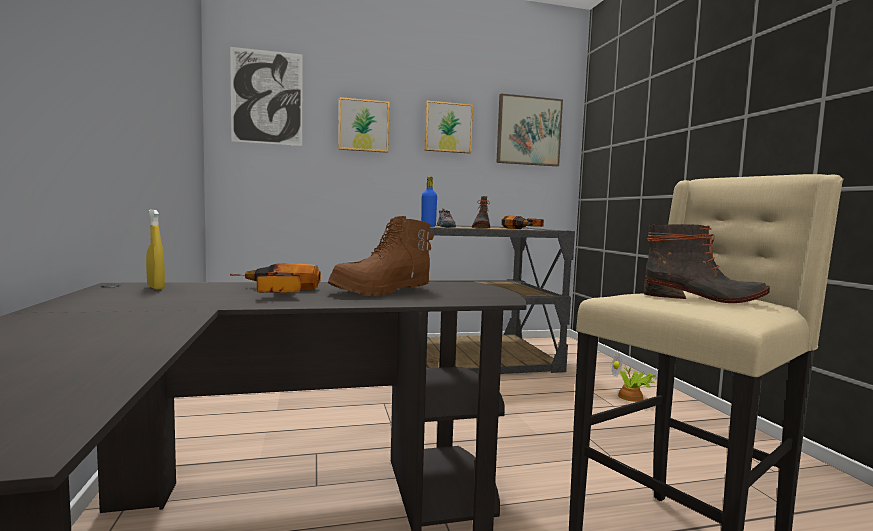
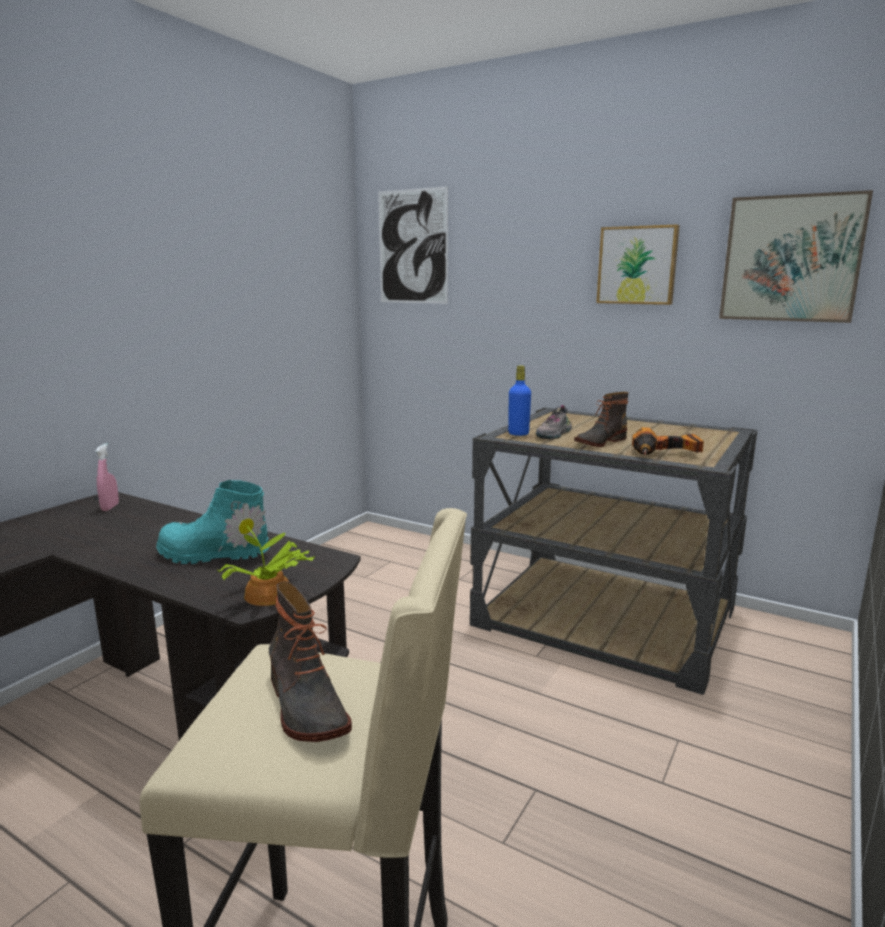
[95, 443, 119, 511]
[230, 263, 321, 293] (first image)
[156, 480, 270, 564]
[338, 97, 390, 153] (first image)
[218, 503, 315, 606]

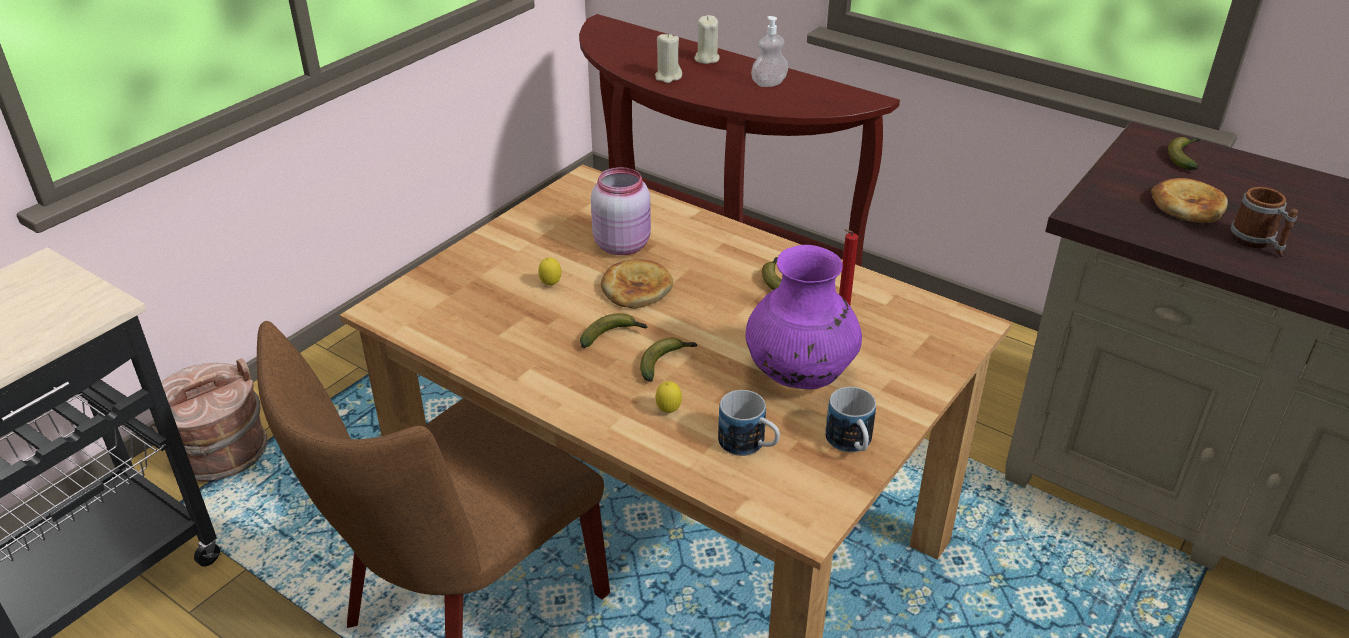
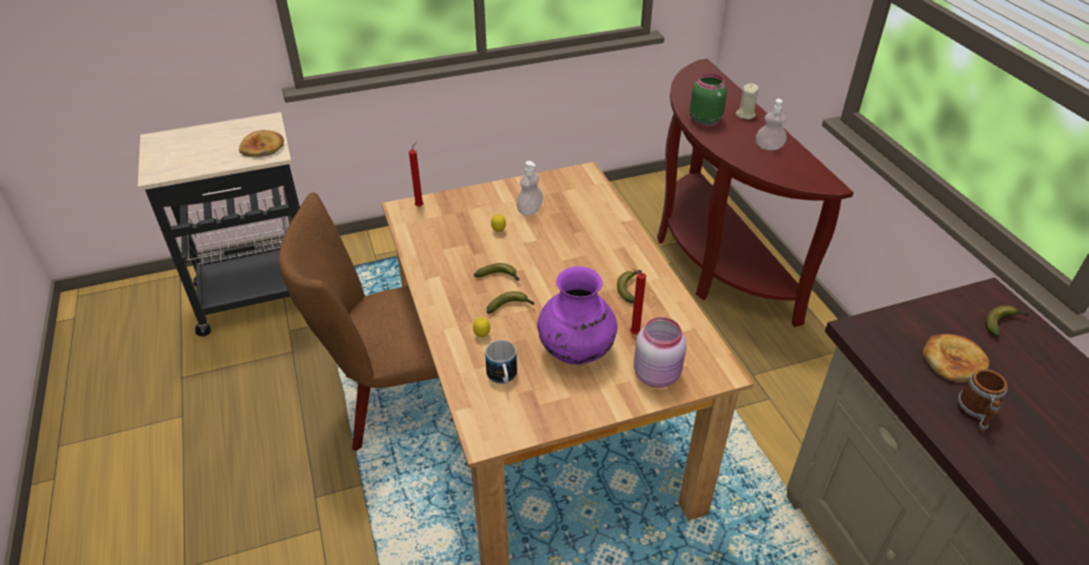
[152, 358, 268, 482] (first image)
[634, 317, 686, 388]
[239, 130, 284, 157]
[690, 73, 727, 126]
[825, 387, 876, 452] (first image)
[409, 141, 424, 207]
[516, 161, 543, 216]

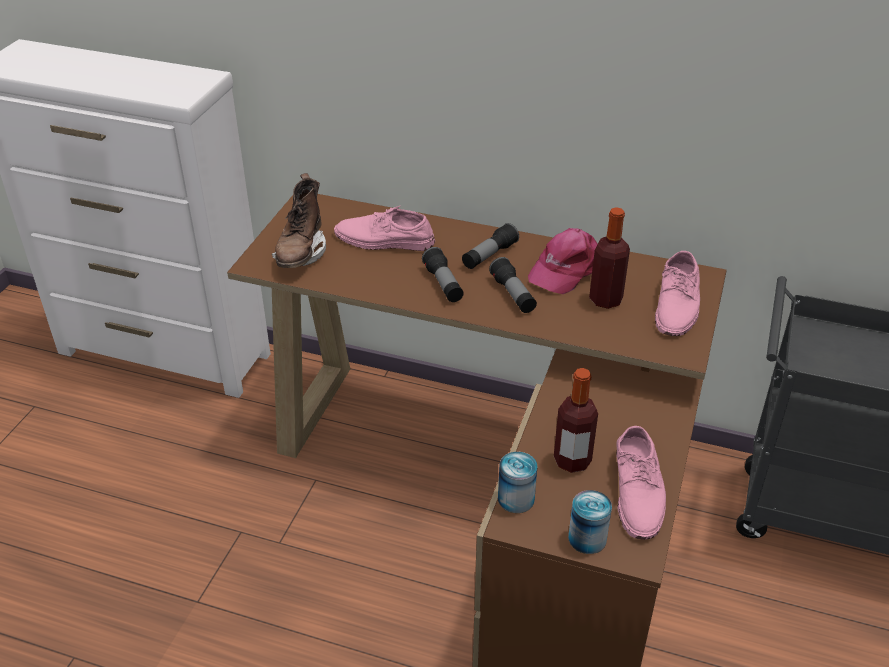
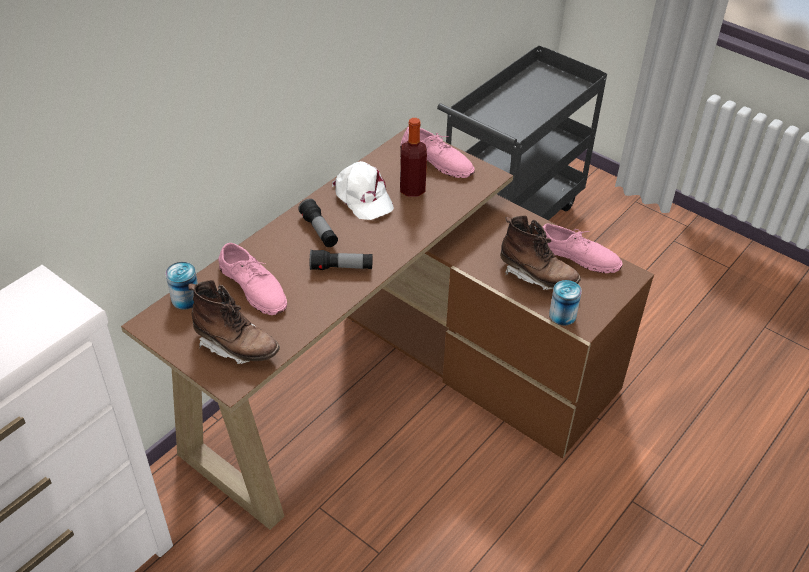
[218, 243, 287, 315]
[489, 257, 537, 313] (first image)
[332, 161, 394, 220]
[500, 215, 581, 290]
[166, 262, 198, 310]

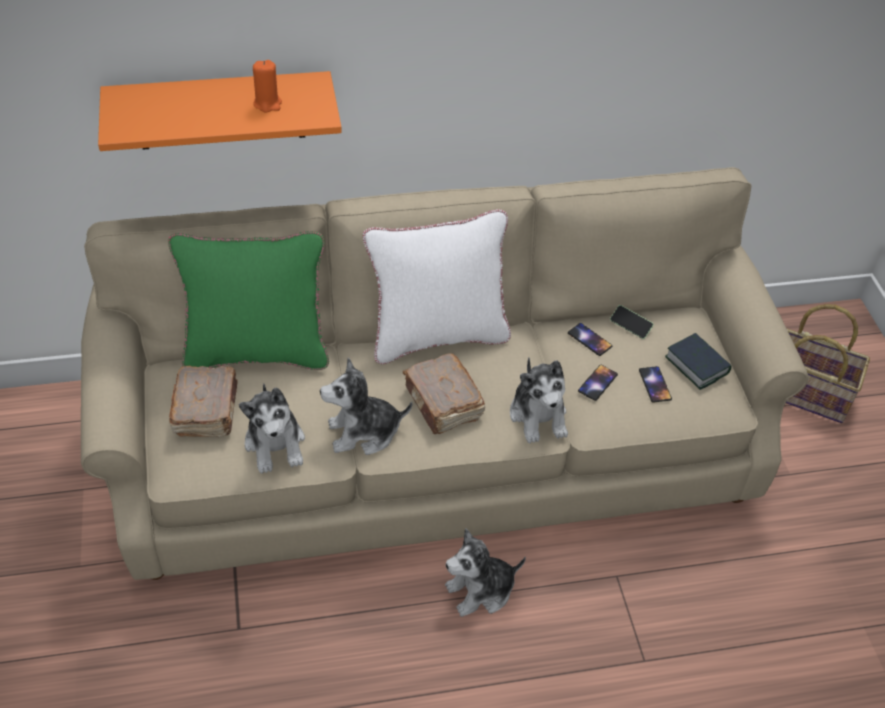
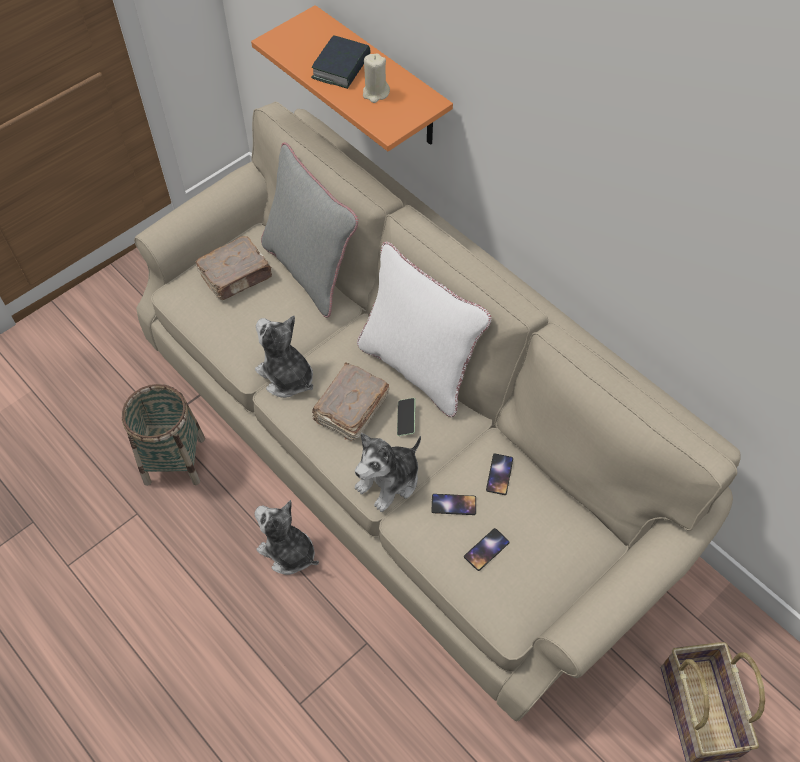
[261, 142, 358, 318]
[239, 383, 305, 473] (first image)
[363, 53, 390, 103]
[397, 398, 416, 436]
[311, 35, 371, 89]
[122, 384, 205, 486]

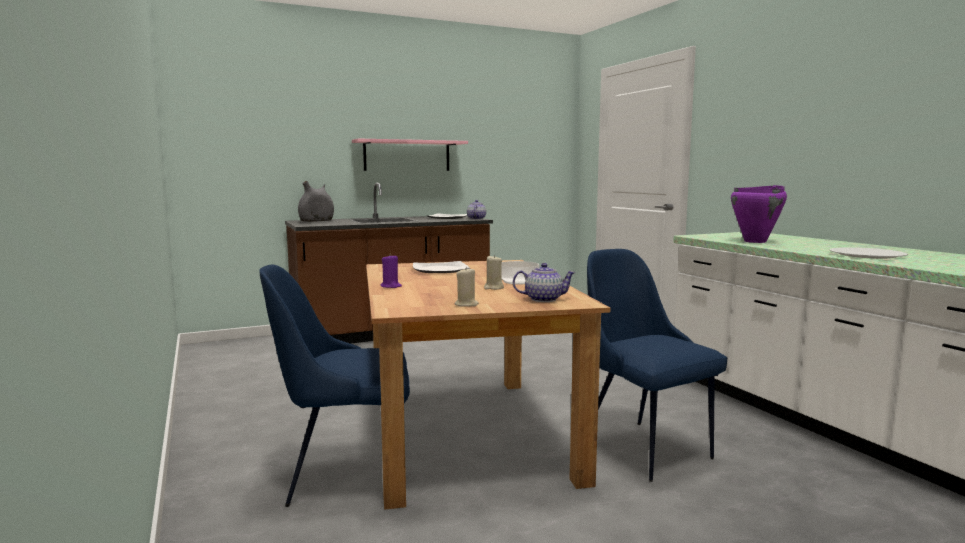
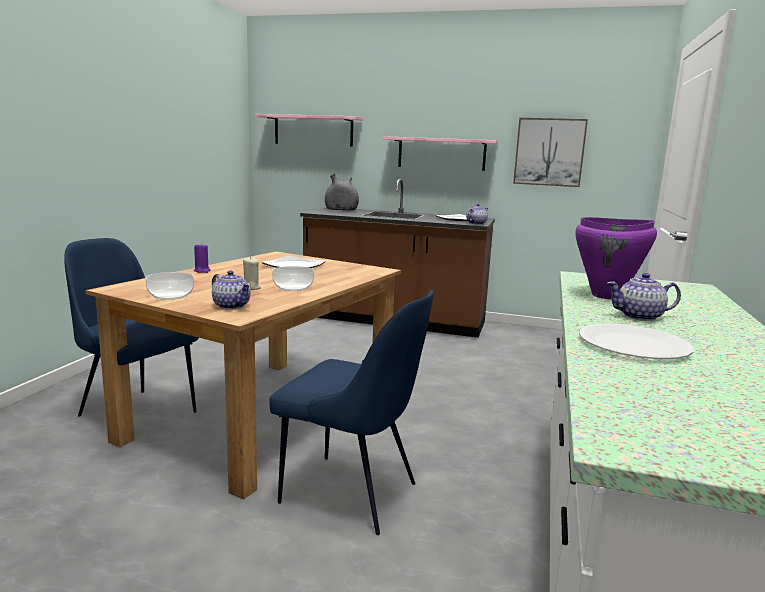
[145, 272, 194, 300]
[269, 290, 434, 535]
[255, 114, 363, 147]
[513, 118, 588, 187]
[607, 273, 681, 321]

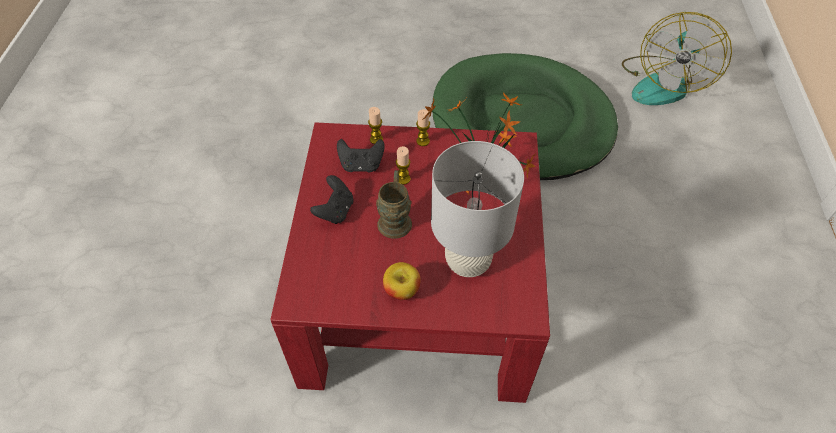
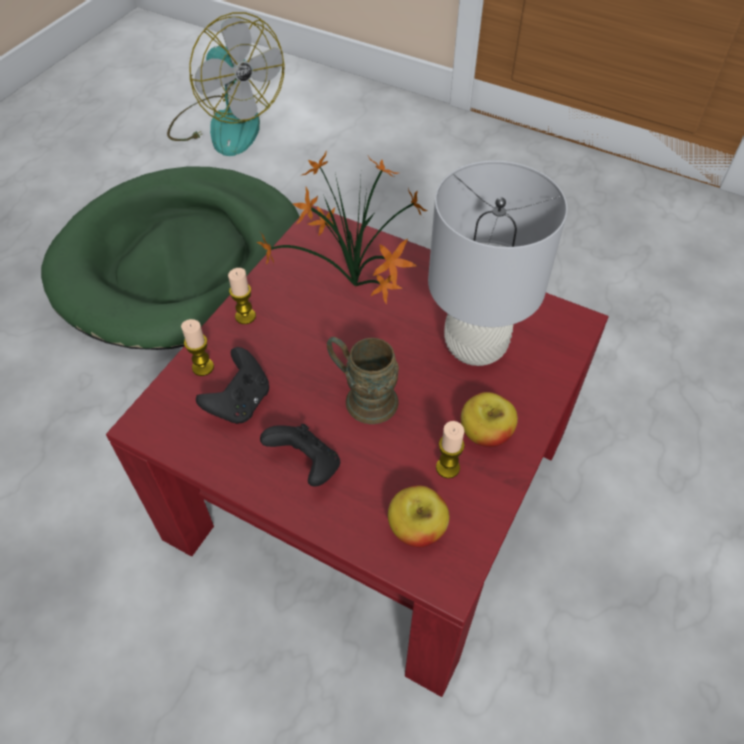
[436, 421, 465, 479]
[388, 485, 449, 547]

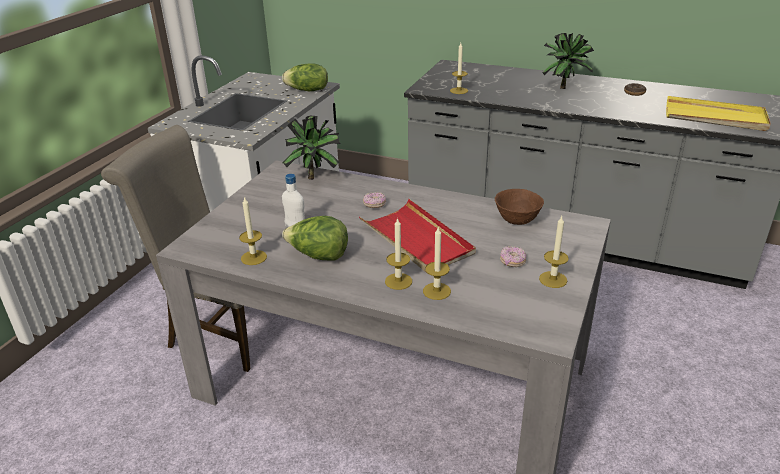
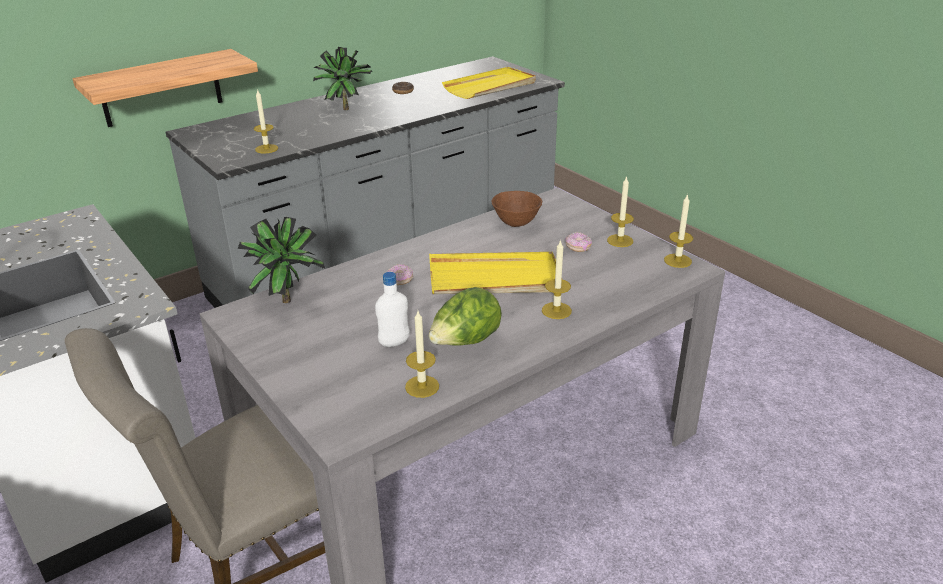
[282, 63, 328, 91] (first image)
[429, 252, 556, 294]
[664, 194, 693, 268]
[72, 49, 258, 127]

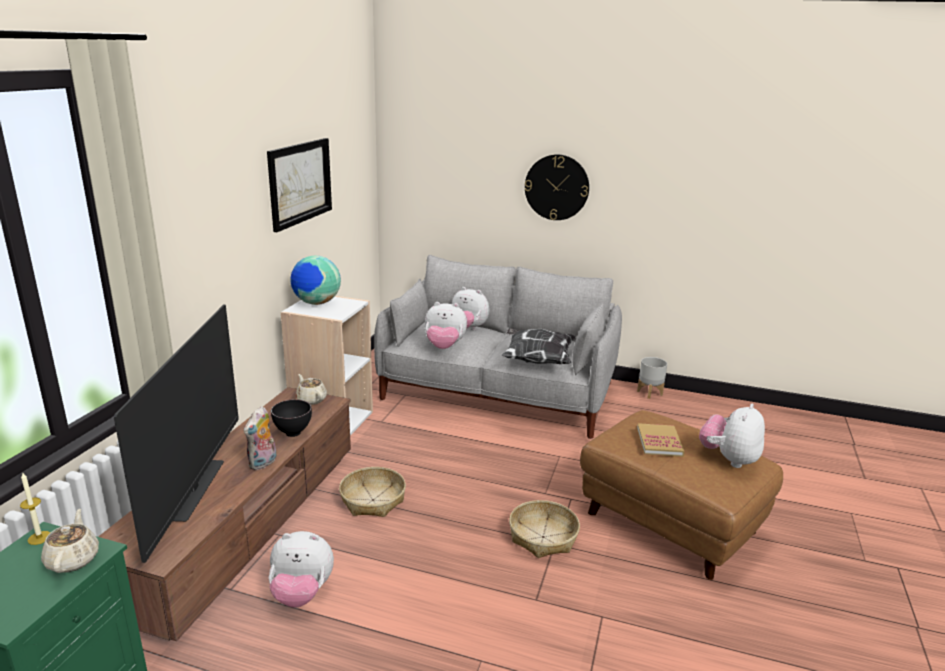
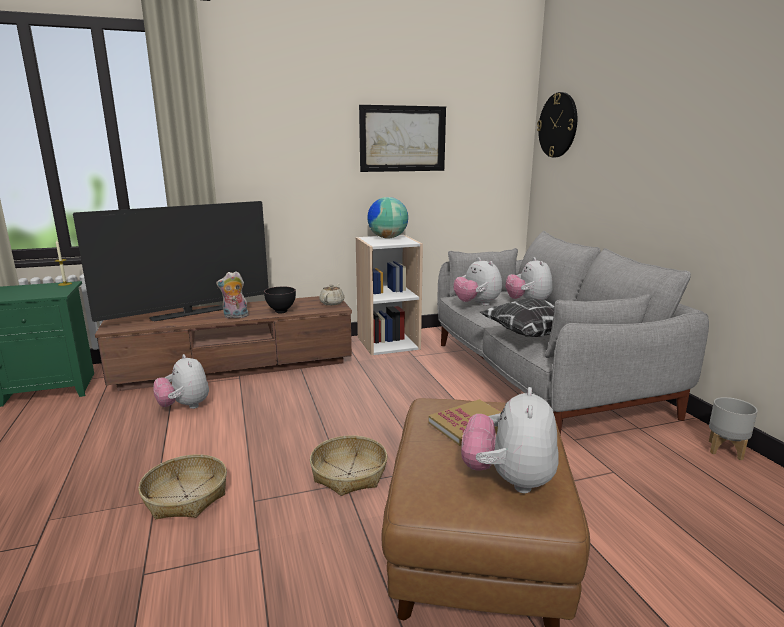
[41, 509, 99, 573] (first image)
[138, 454, 227, 519]
[537, 92, 577, 157]
[461, 387, 558, 493]

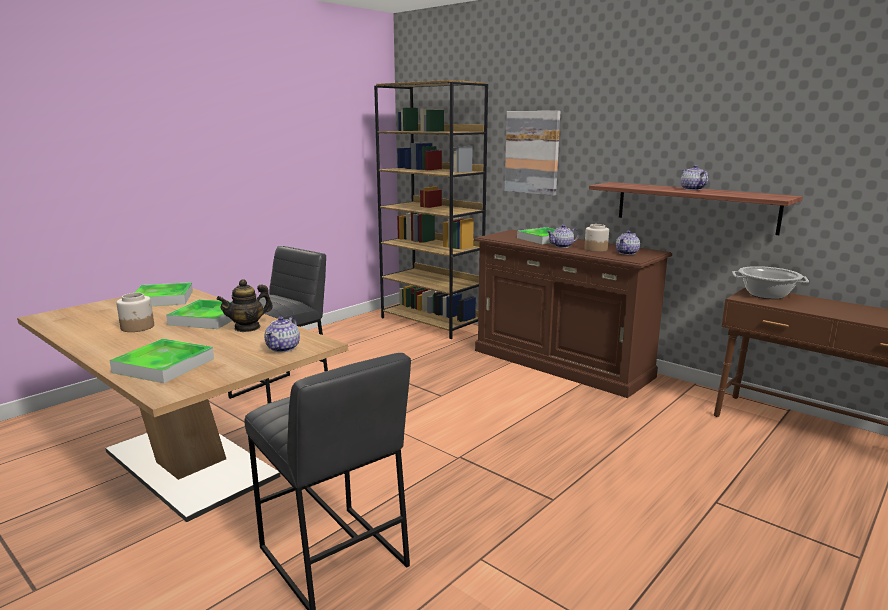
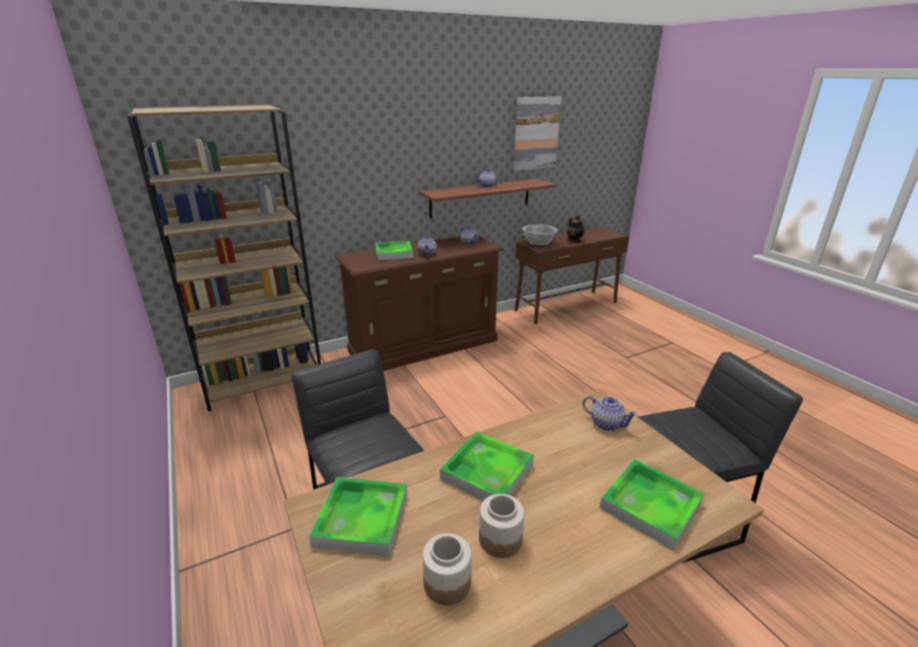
[567, 215, 585, 242]
[513, 97, 562, 171]
[422, 533, 472, 605]

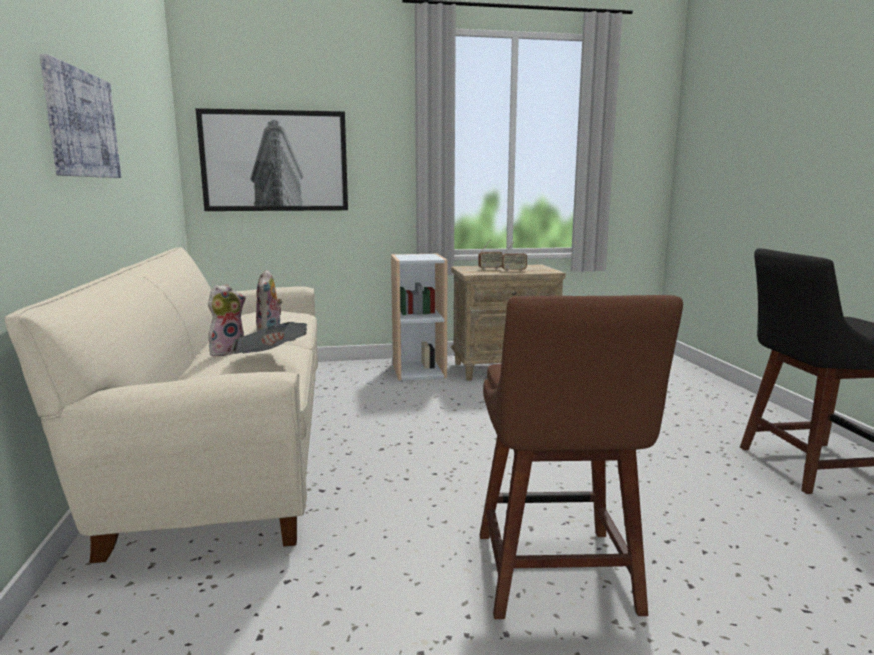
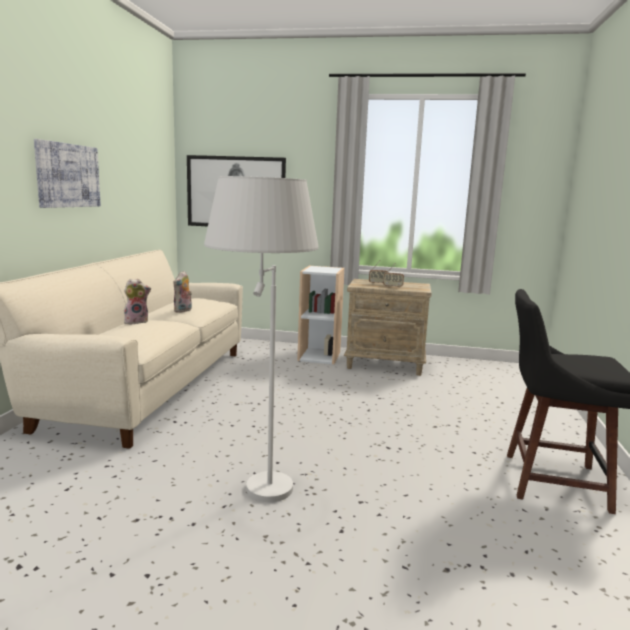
[232, 322, 307, 354] (first image)
[204, 176, 318, 502]

